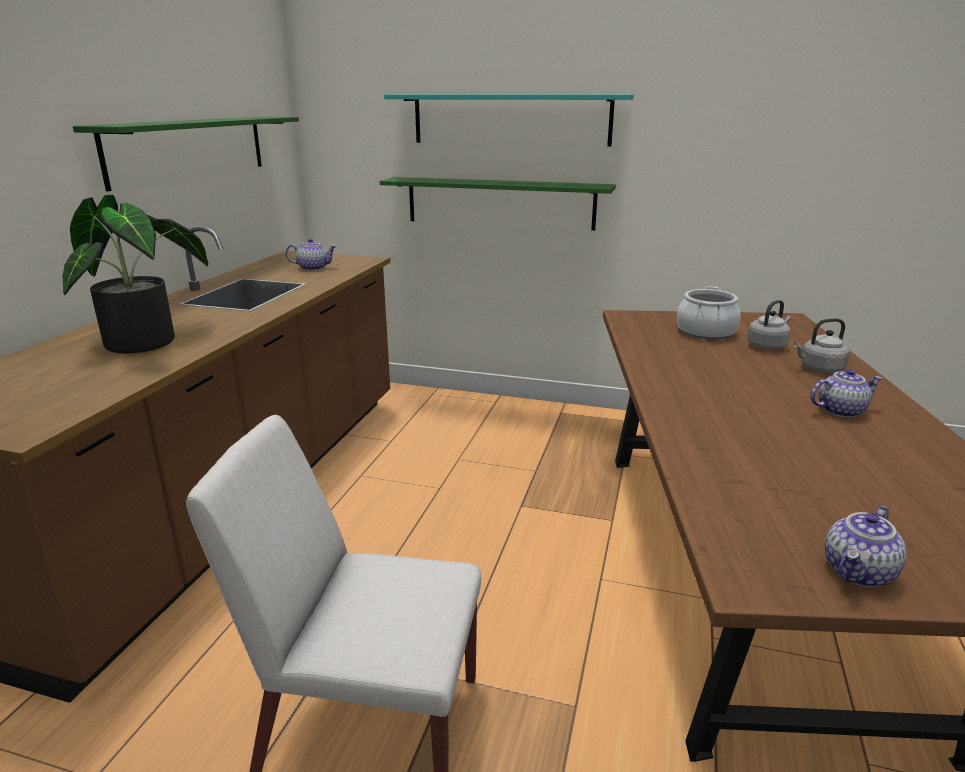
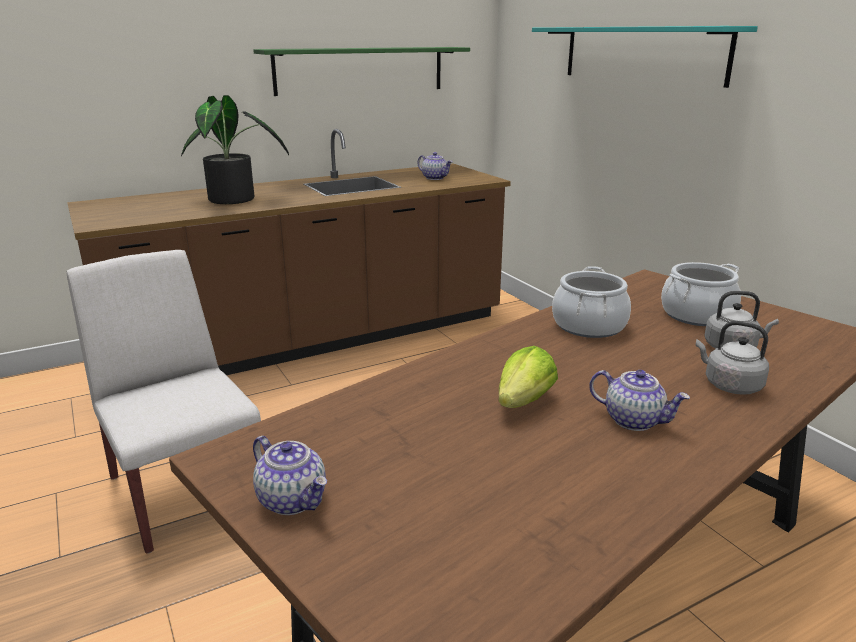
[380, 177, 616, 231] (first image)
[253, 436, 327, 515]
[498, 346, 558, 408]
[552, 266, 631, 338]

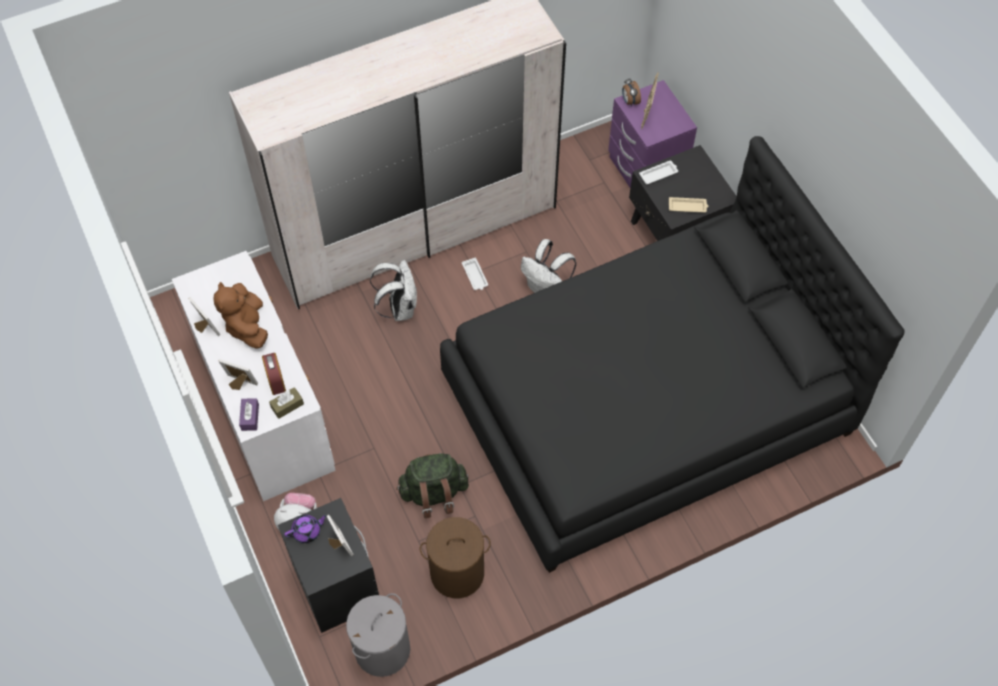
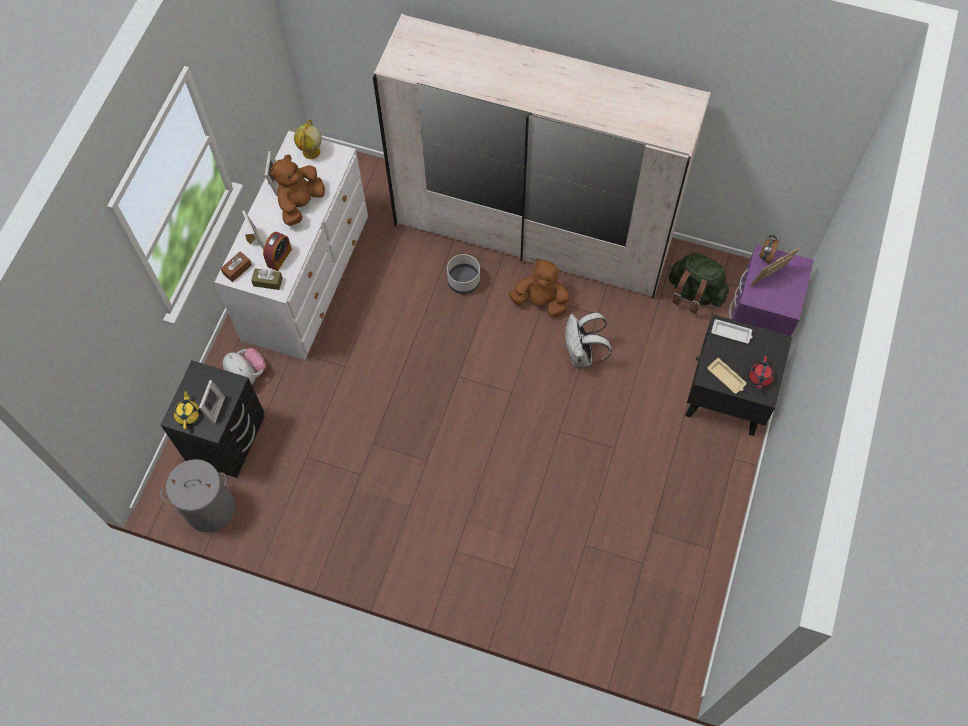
[221, 251, 252, 282]
[284, 515, 327, 543] (first image)
[447, 254, 480, 294]
[669, 252, 729, 314]
[420, 517, 491, 598] (first image)
[440, 136, 905, 573] (first image)
[509, 258, 570, 317]
[174, 389, 200, 430]
[294, 120, 322, 159]
[748, 356, 774, 391]

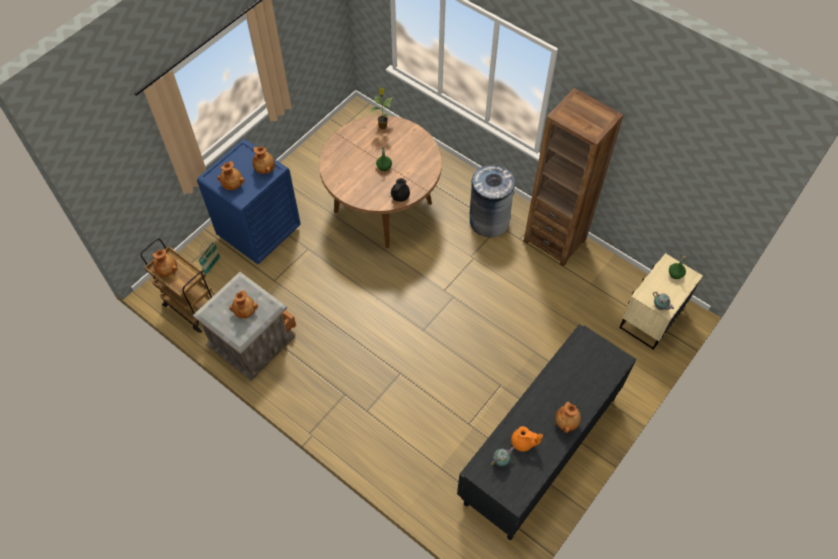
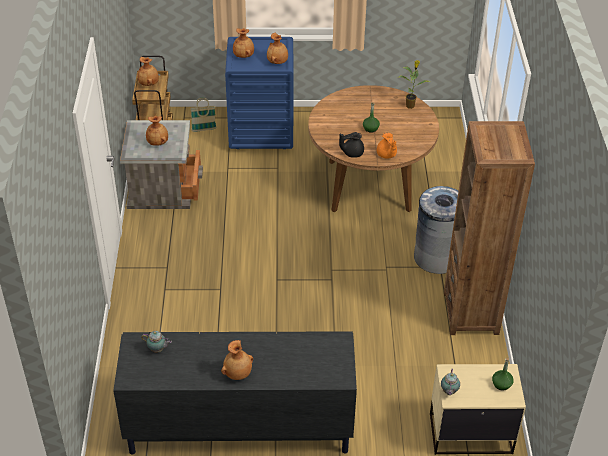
[377, 133, 397, 159]

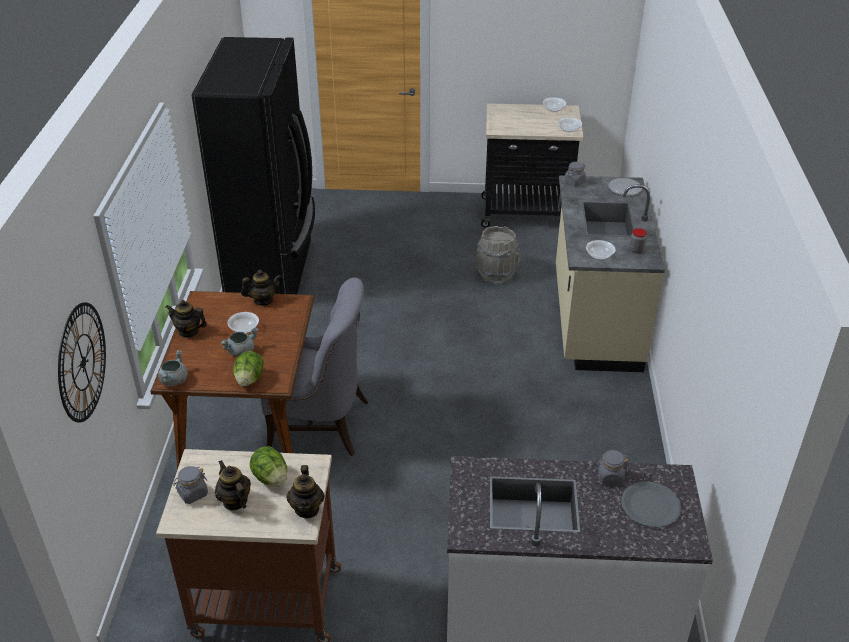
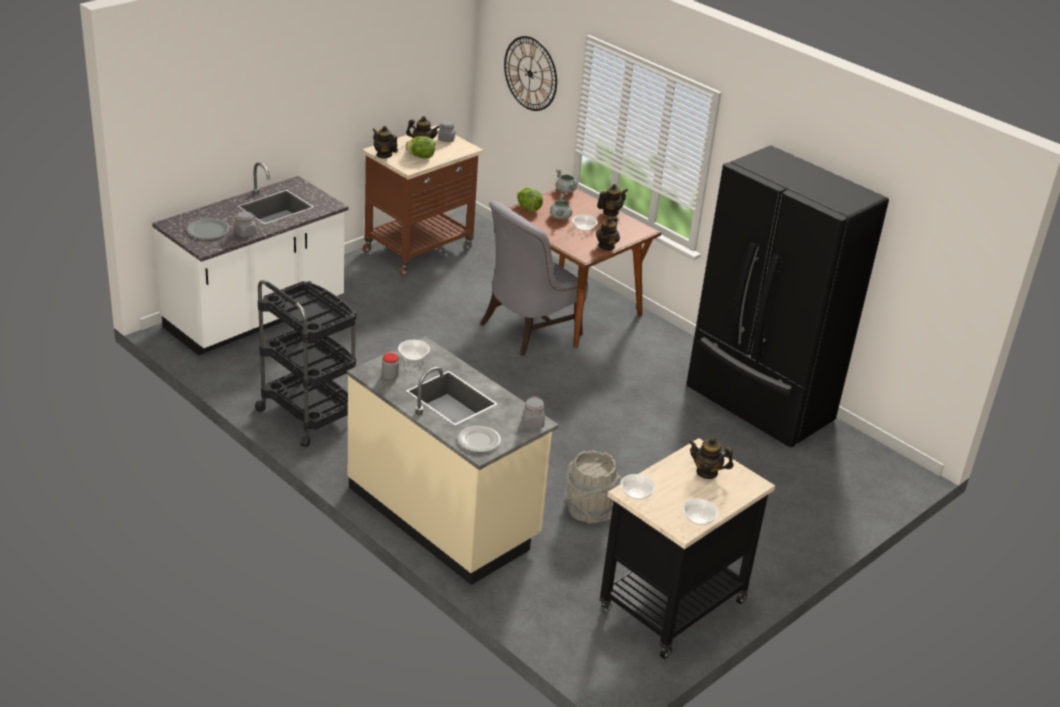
[254, 280, 356, 447]
[689, 437, 733, 479]

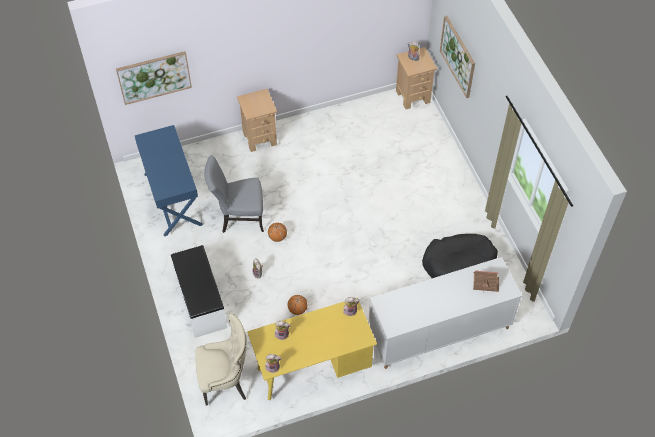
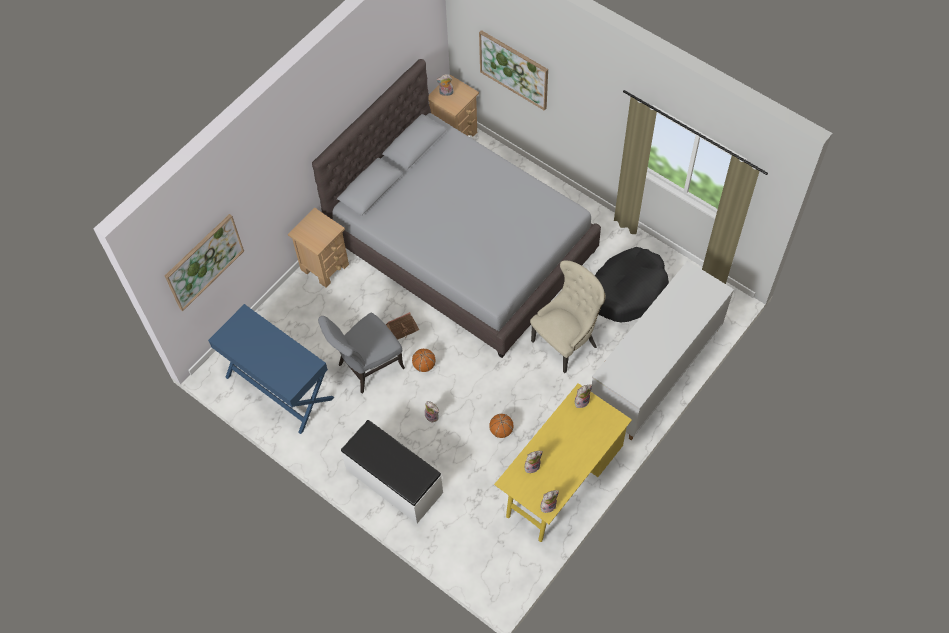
[530, 260, 606, 373]
[386, 312, 420, 340]
[312, 59, 601, 358]

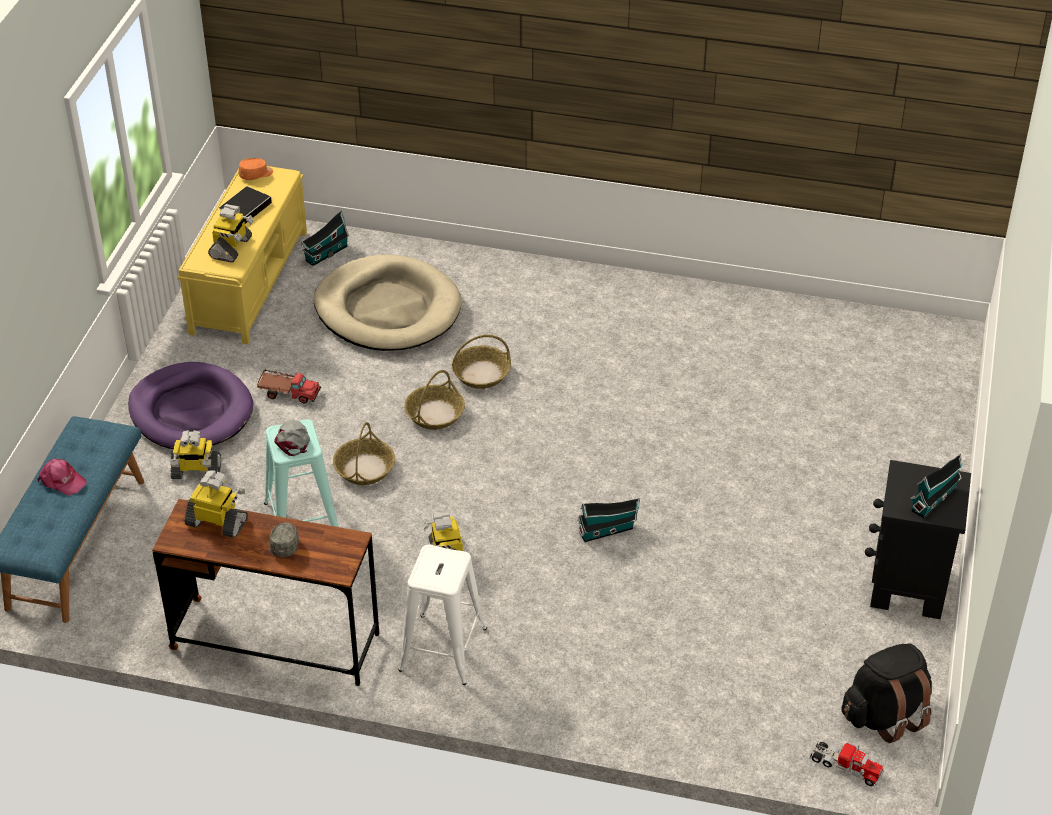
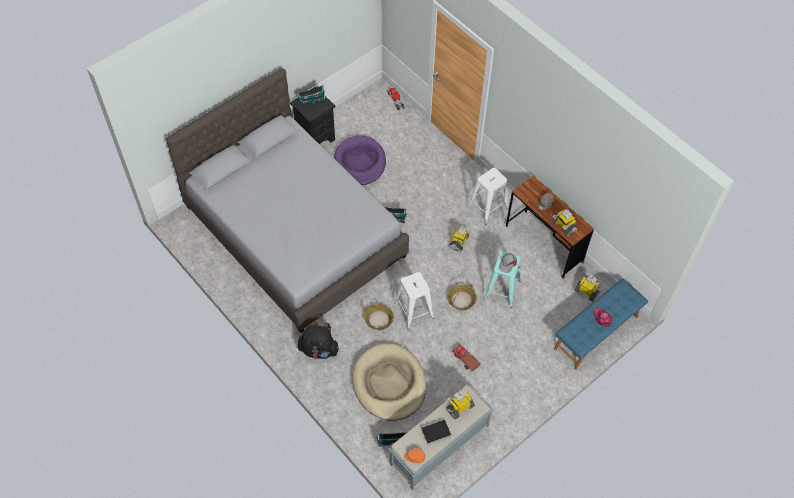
[334, 135, 386, 185]
[574, 274, 602, 302]
[388, 384, 494, 490]
[394, 272, 435, 329]
[298, 322, 339, 359]
[166, 68, 409, 333]

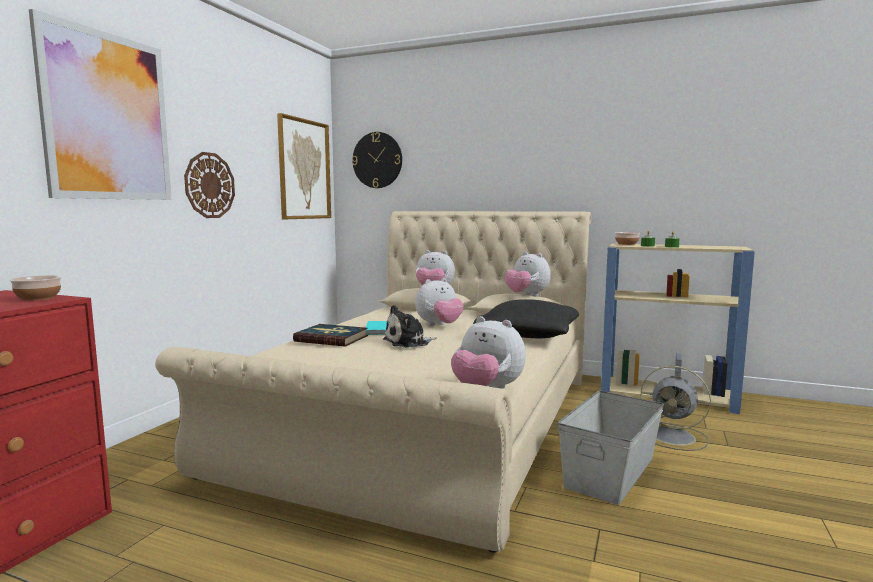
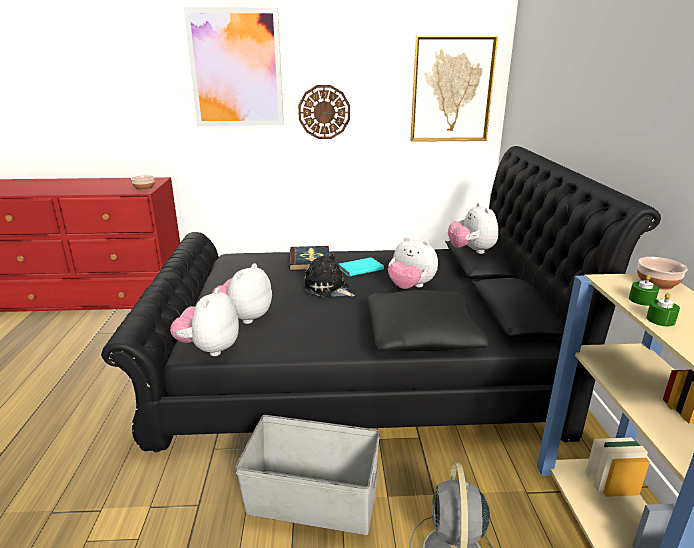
[101, 146, 661, 452]
[352, 132, 402, 188] (first image)
[212, 263, 272, 324]

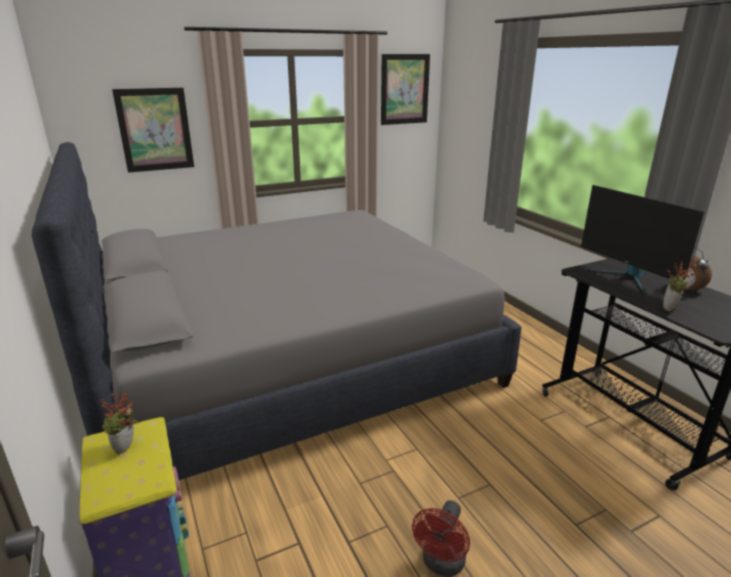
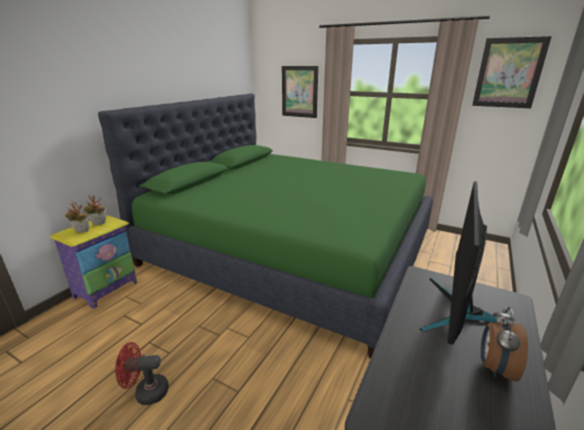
[98, 94, 433, 358]
[65, 202, 89, 233]

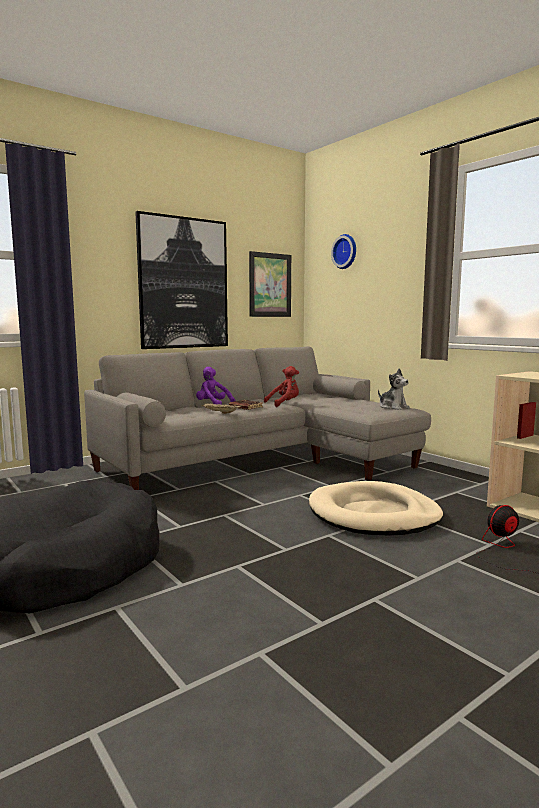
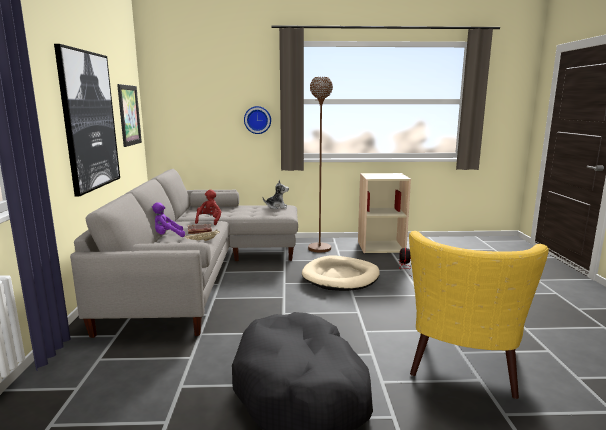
[244, 106, 271, 134]
[308, 77, 333, 252]
[409, 231, 549, 399]

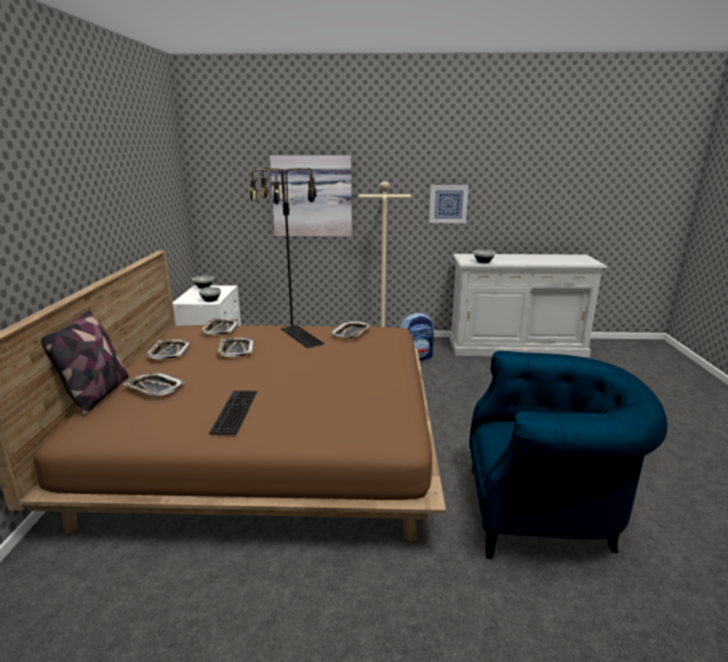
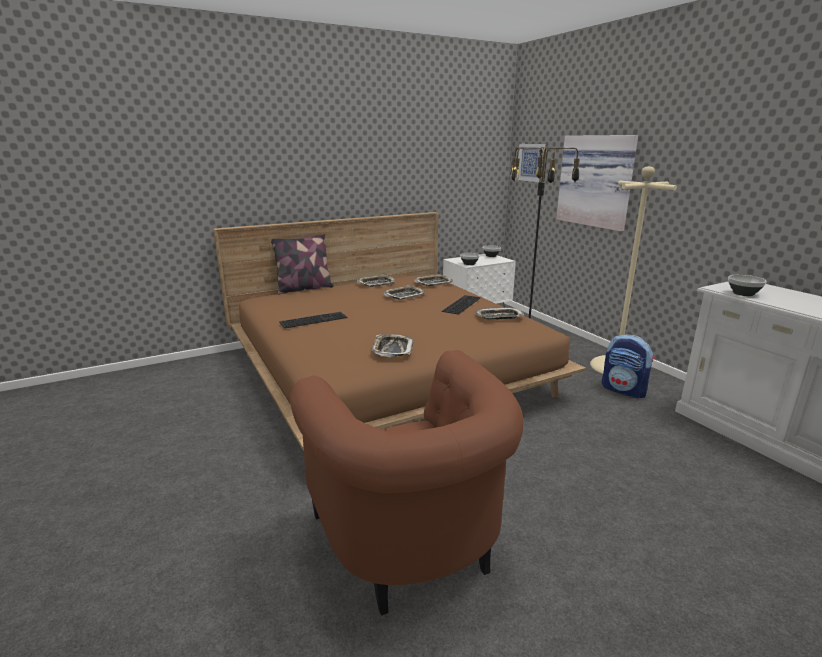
[372, 334, 413, 357]
[518, 144, 545, 182]
[290, 350, 523, 616]

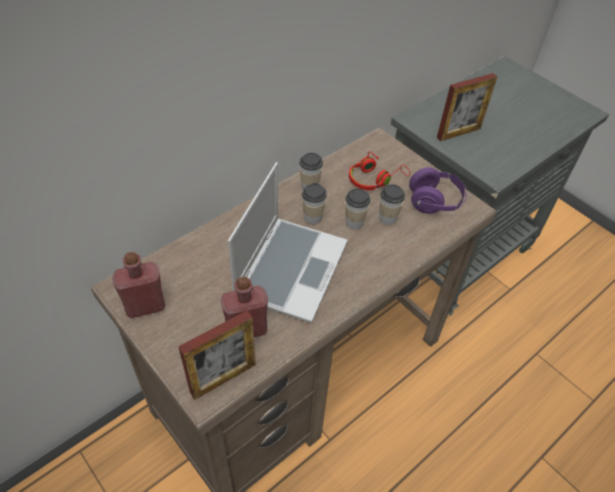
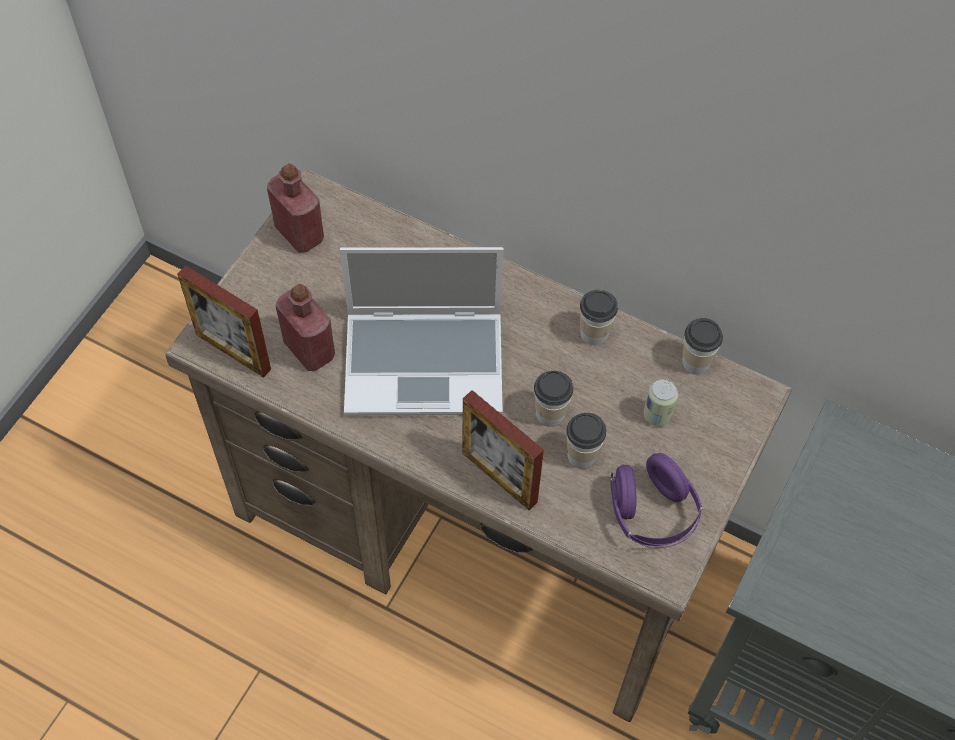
[682, 318, 723, 375]
[643, 379, 678, 427]
[462, 390, 544, 510]

